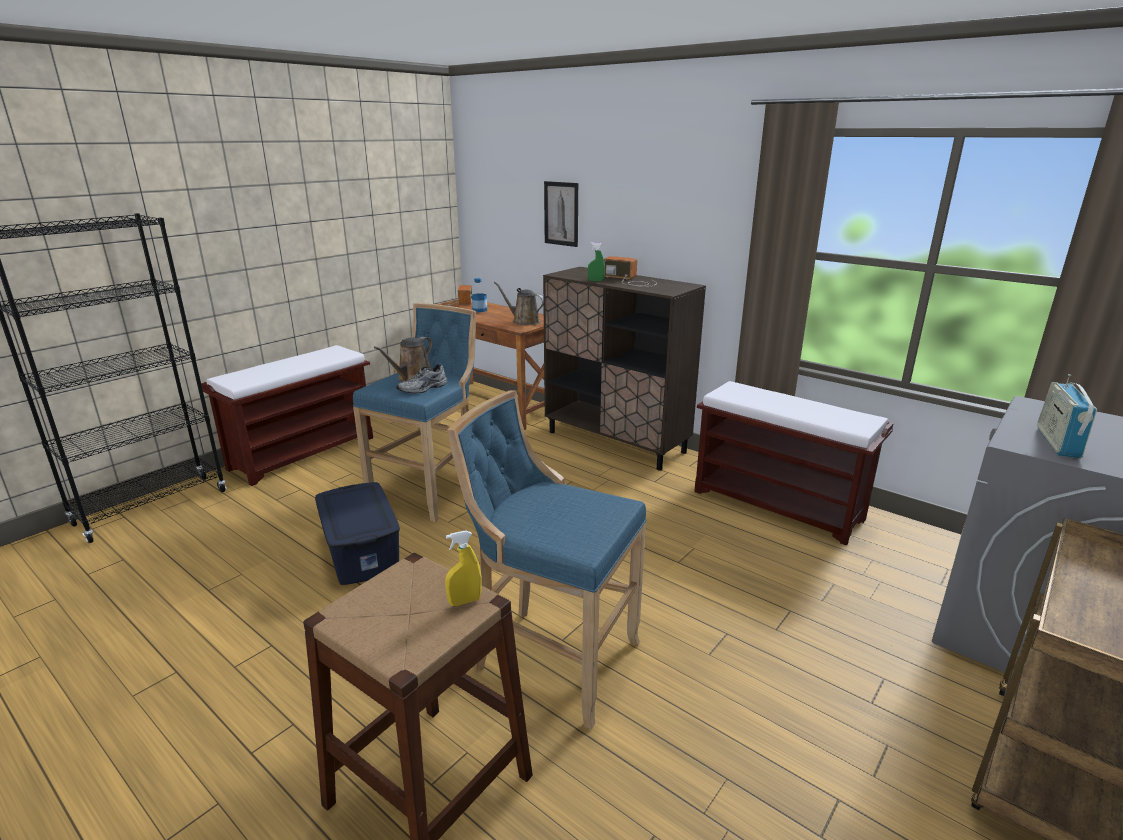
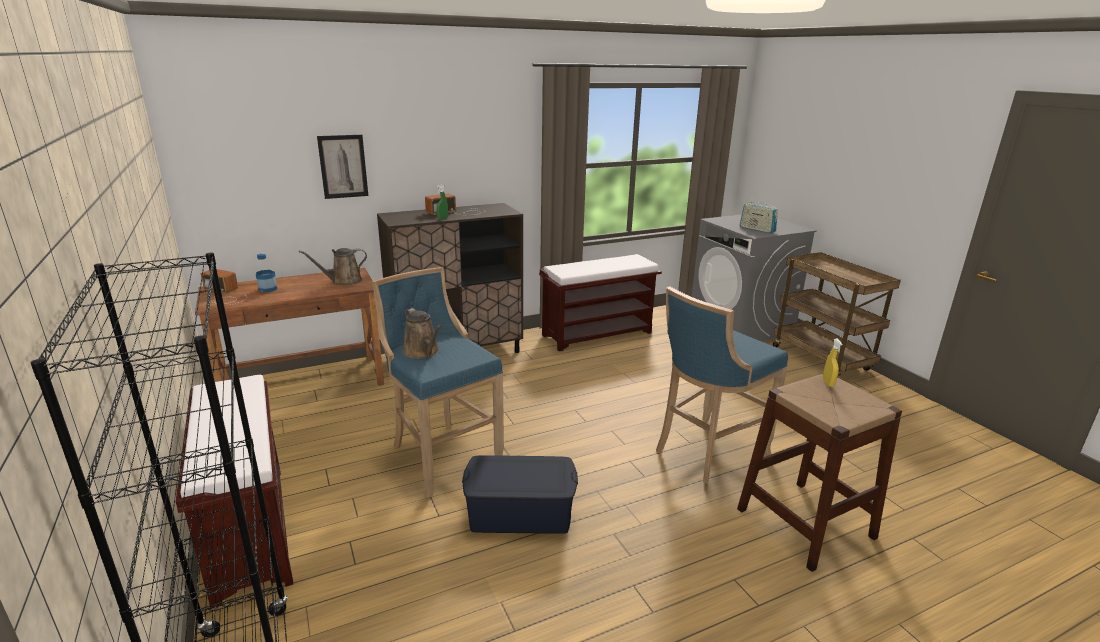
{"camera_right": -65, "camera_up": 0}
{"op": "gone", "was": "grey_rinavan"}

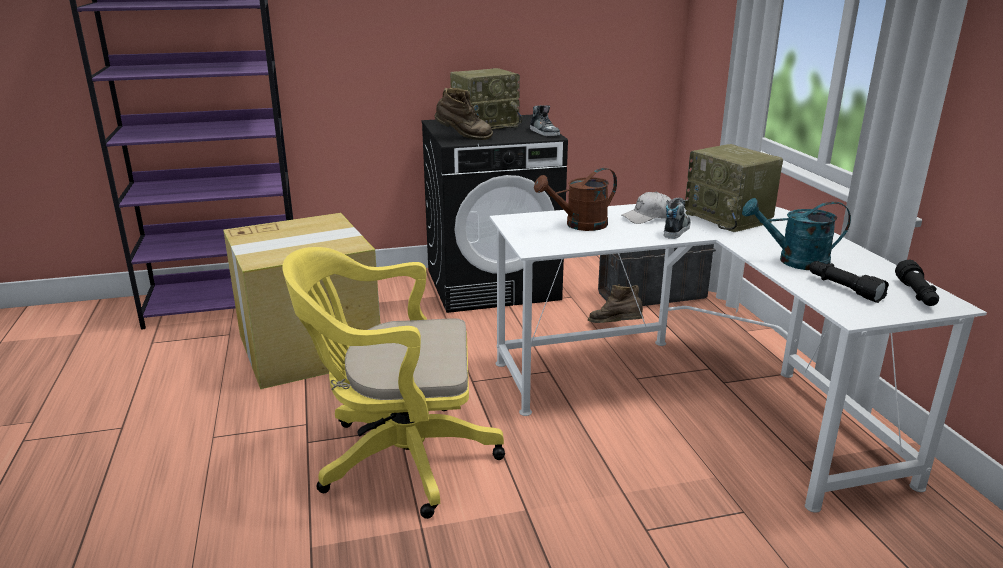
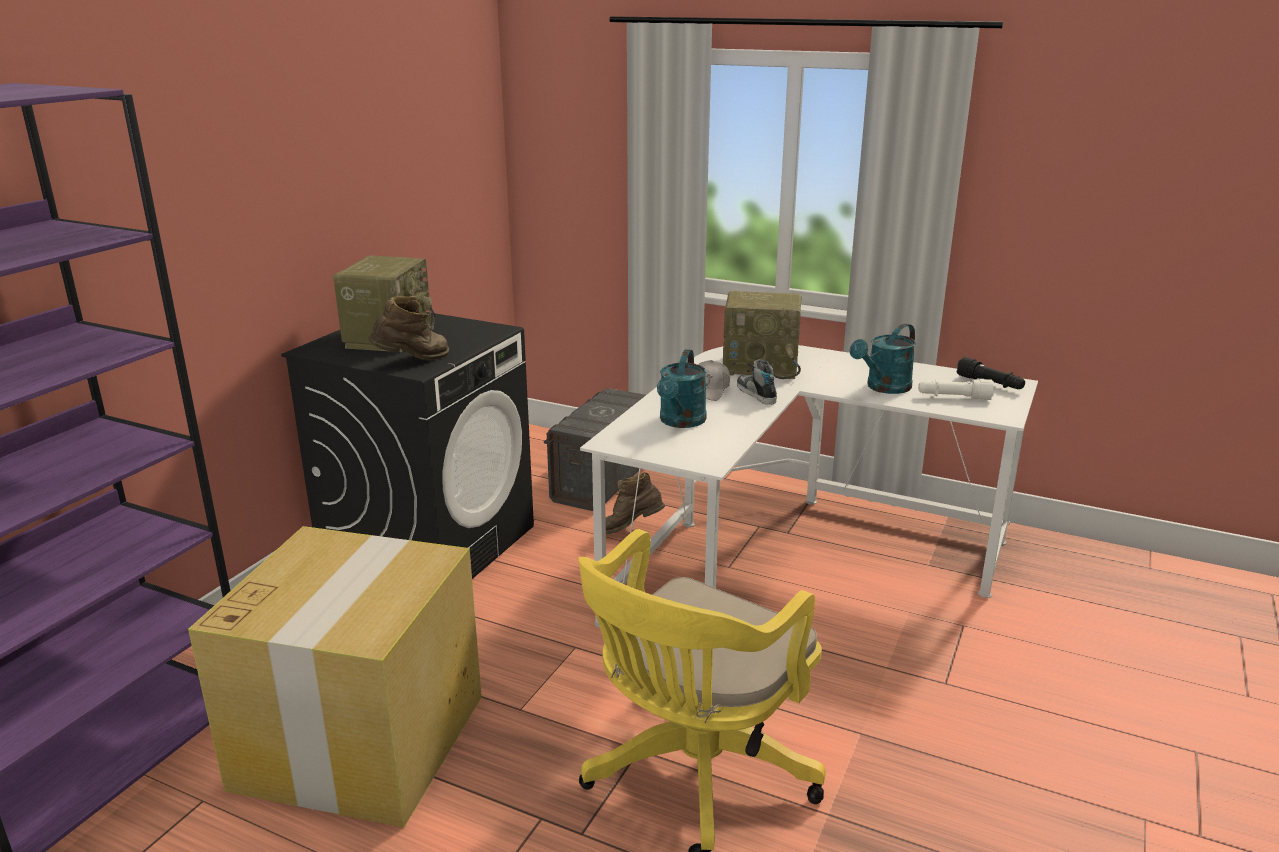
{"camera_right": -50, "camera_up": 0}
{"op": "gone", "was": "rinavan (no. 1 from left)"}
{"op": "repainted", "was": "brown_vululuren", "now": "turquoise_vululuren (no. 1 from left)"}
{"op": "repainted", "was": "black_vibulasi (no. 1 from left)", "now": "white_vibulasi"}

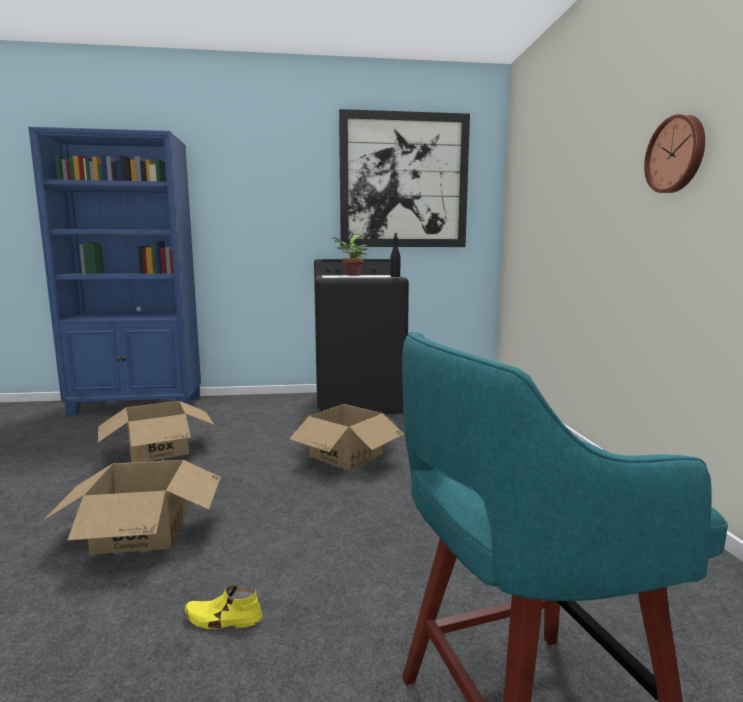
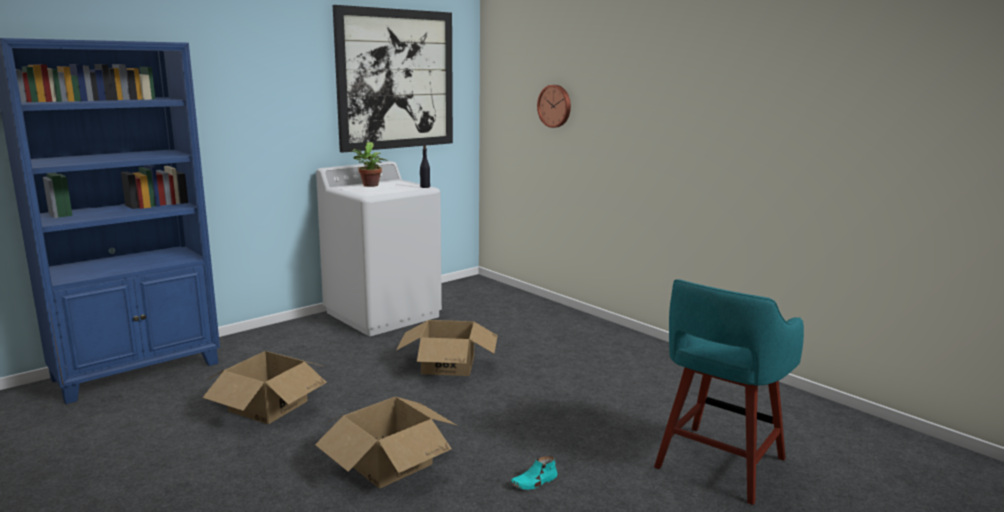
{"camera_right": -35, "camera_up": 5}
{"op": "shifted", "was": "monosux"}
{"op": "repainted", "was": "yellow_rinavan", "now": "turquoise_rinavan"}
{"op": "repainted", "was": "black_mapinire", "now": "white_mapinire"}

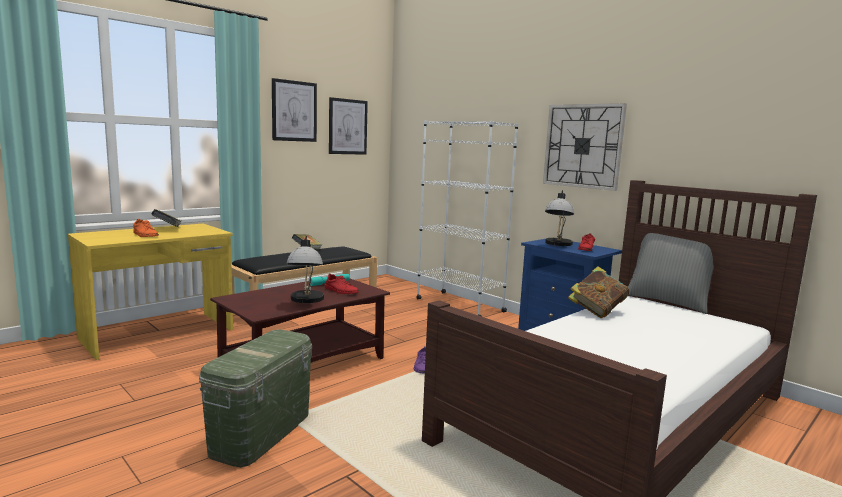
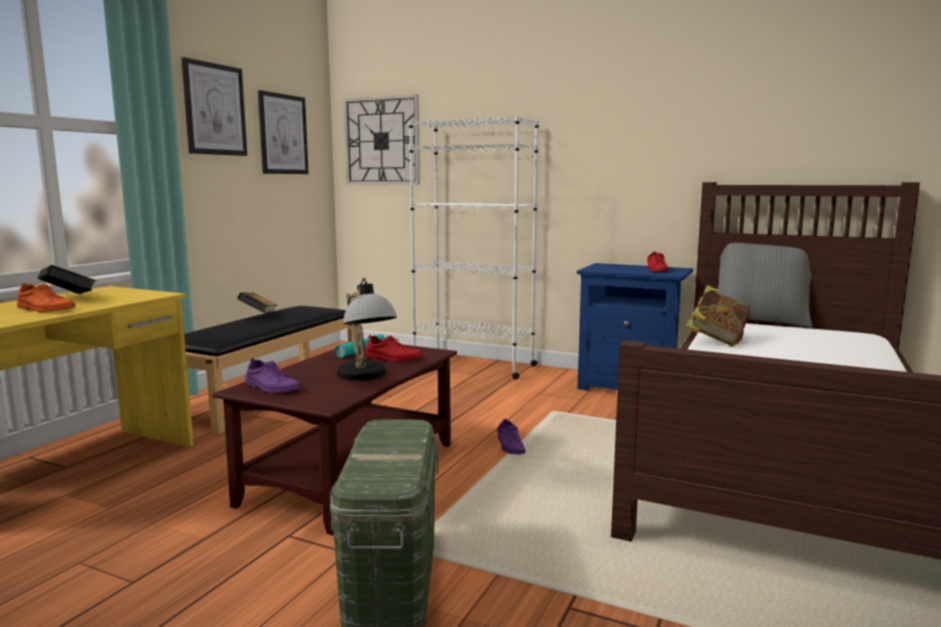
{"camera_right": -20, "camera_up": 0}
{"op": "gone", "was": "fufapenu (no. 2 from left)"}
{"op": "new", "now": "purple_rinavan (no. 1 from left)"}
{"op": "shifted", "was": "monosux"}

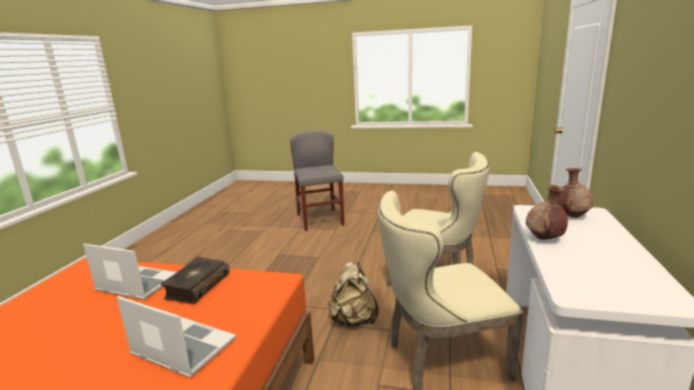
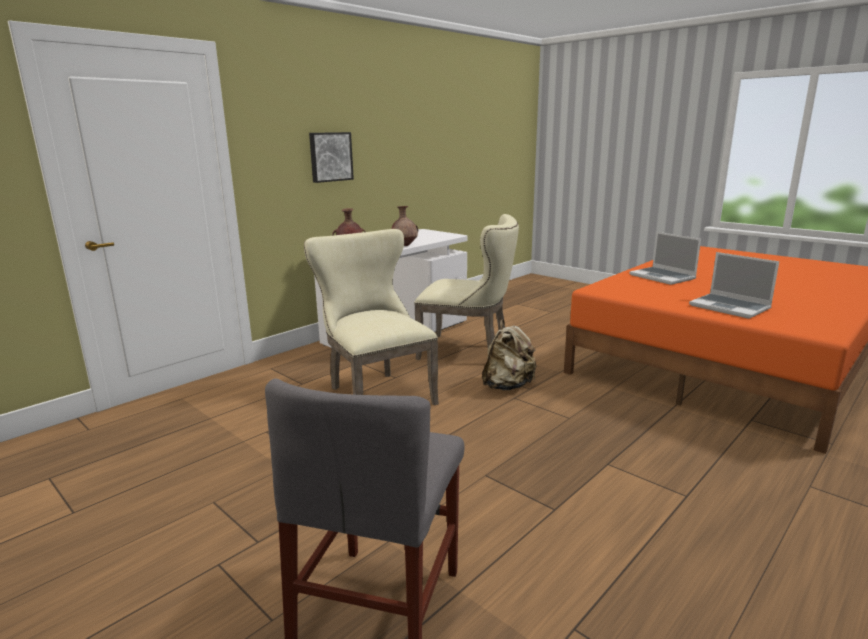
{"camera_right": -150, "camera_up": 0}
{"op": "gone", "was": "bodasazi"}
{"op": "new", "now": "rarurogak"}

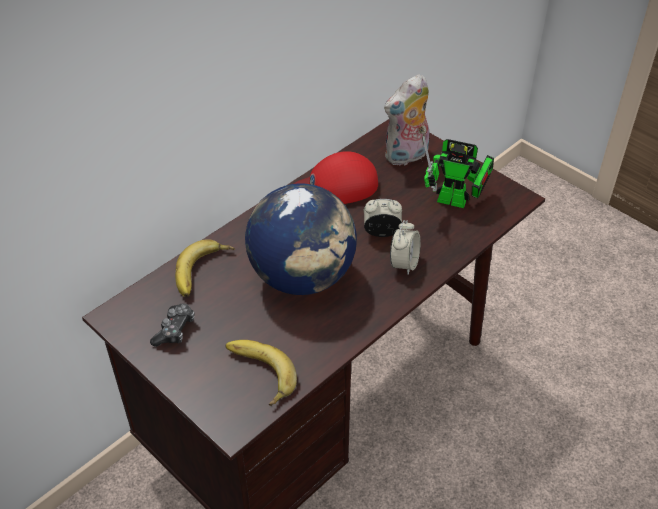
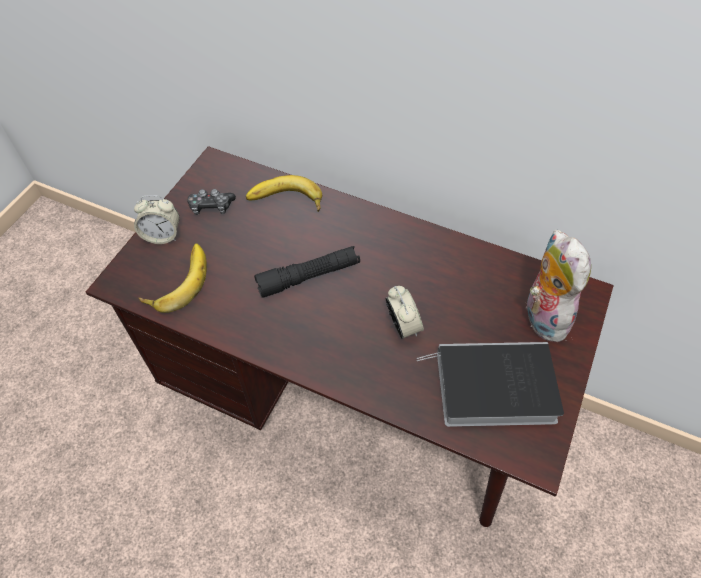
{"camera_right": 70, "camera_up": 10}
{"op": "gone", "was": "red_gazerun"}
{"op": "shifted", "was": "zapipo (no. 2 from left in the first image)", "now": "zapipo (no. 1 from left)"}
{"op": "swapped", "was": "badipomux", "now": "black_vibulasi"}
{"op": "swapped", "was": "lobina", "now": "bodasazi"}
{"op": "rotated", "was": "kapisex", "clockwise": 45}

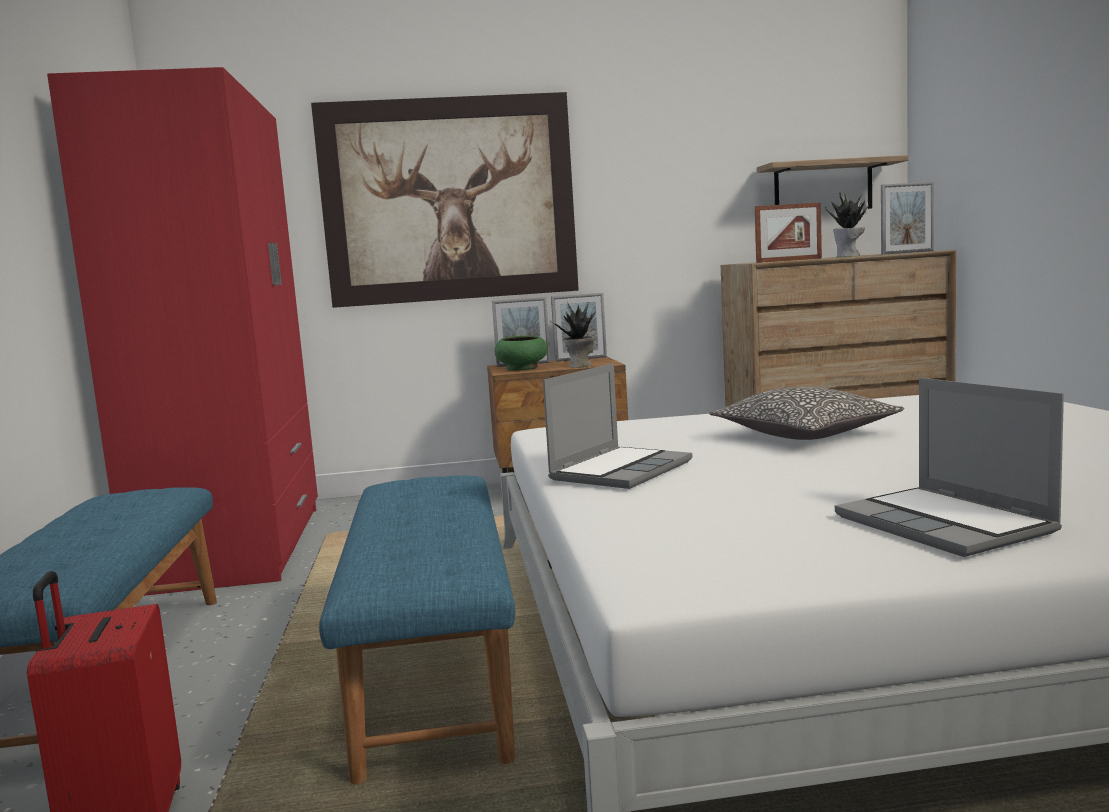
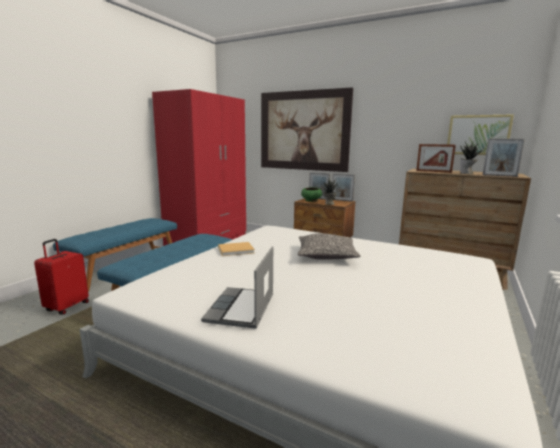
{"camera_right": 35, "camera_up": 5}
{"op": "swapped", "was": "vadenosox (no. 1 from left)", "now": "beige_bodasazi"}
{"op": "swapped", "was": "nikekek", "now": "rarurogak (no. 2 from left)"}

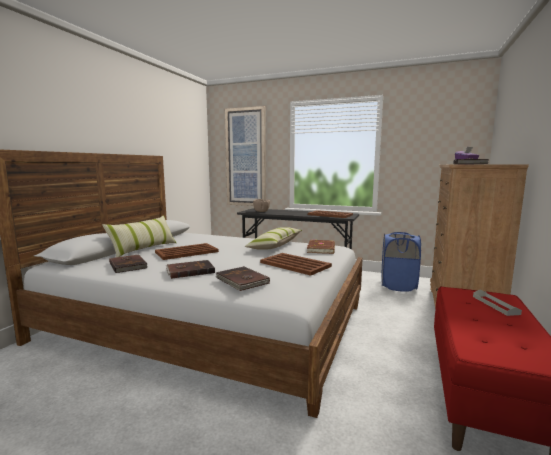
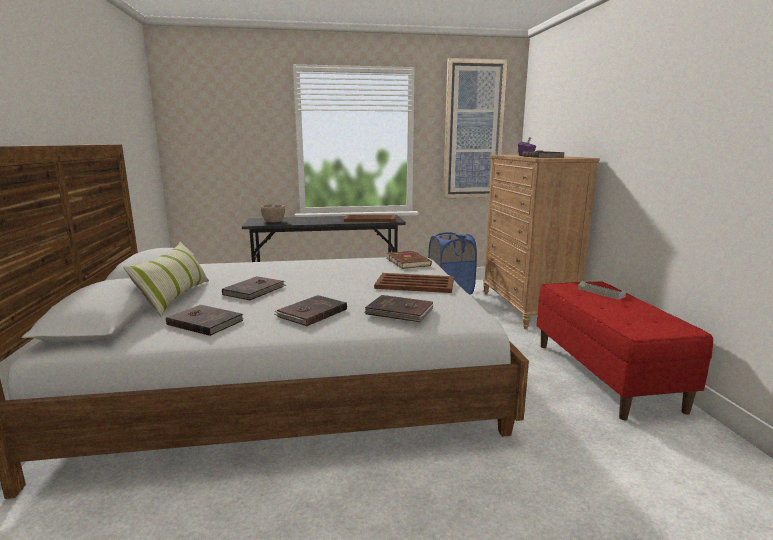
{"camera_right": -30, "camera_up": 5}
{"op": "gone", "was": "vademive (no. 2 from left)"}
{"op": "shifted", "was": "rarurogak"}
{"op": "swapped", "was": "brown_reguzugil (no. 1 from left)", "now": "brown_bodasazi (no. 2 from left)"}

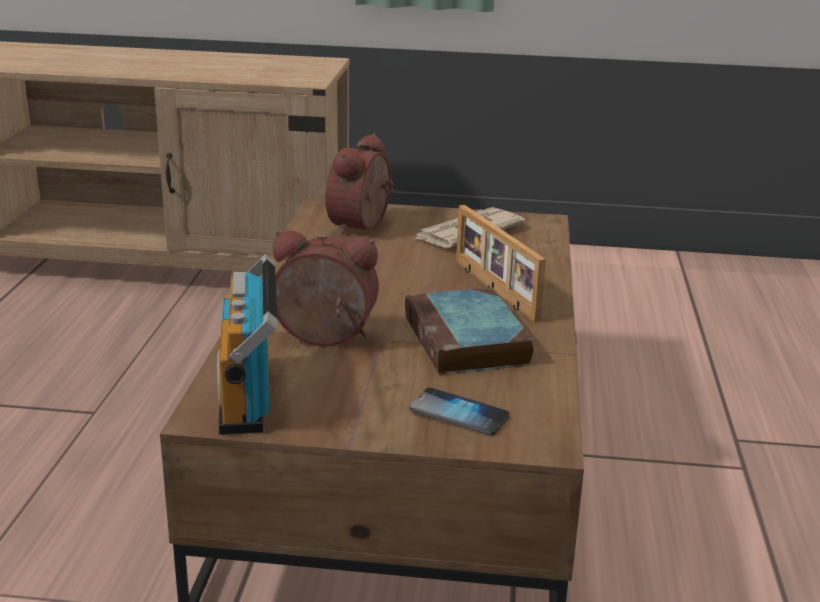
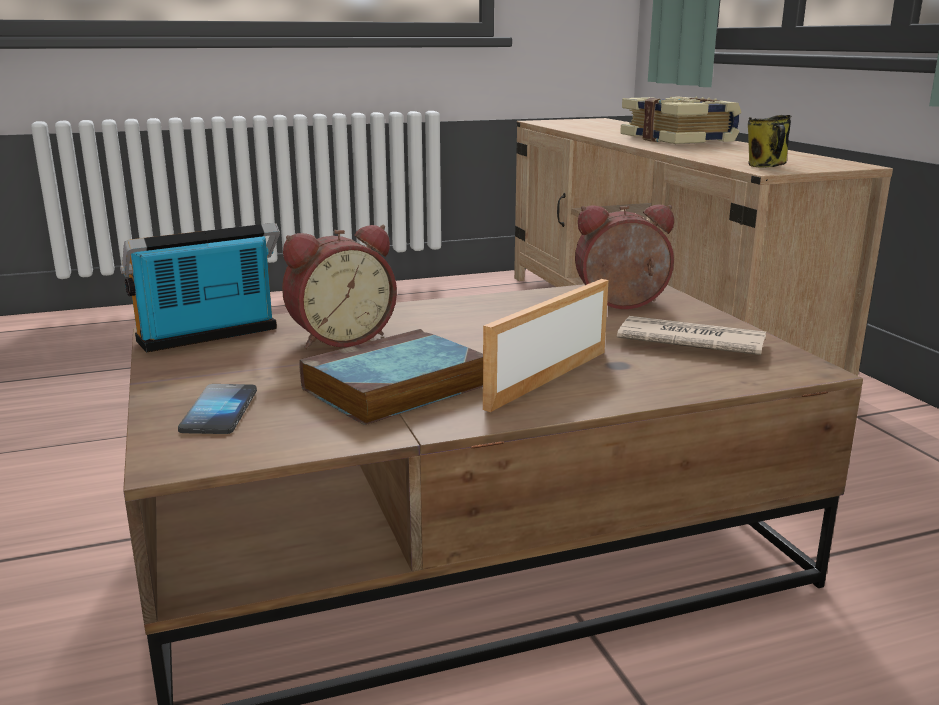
{"camera_right": 65, "camera_up": -5}
{"op": "new", "now": "bodasazi (no. 2 from left)"}
{"op": "new", "now": "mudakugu"}
{"op": "rotated", "was": "zapipo (no. 1 from left)", "clockwise": 75}

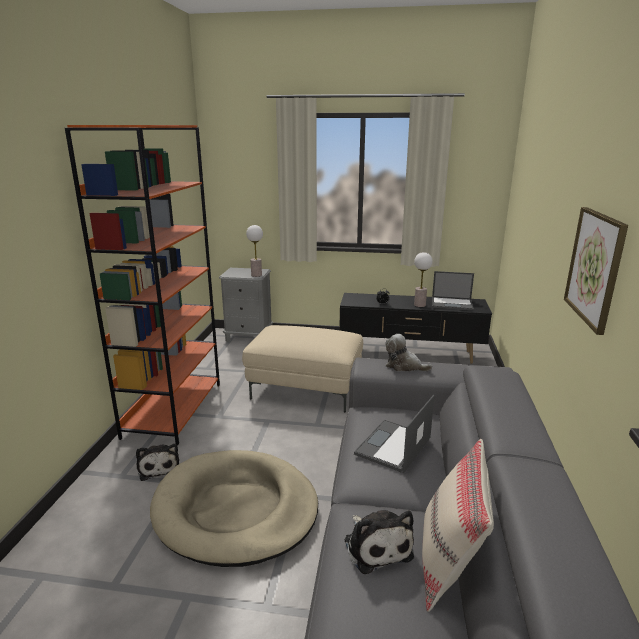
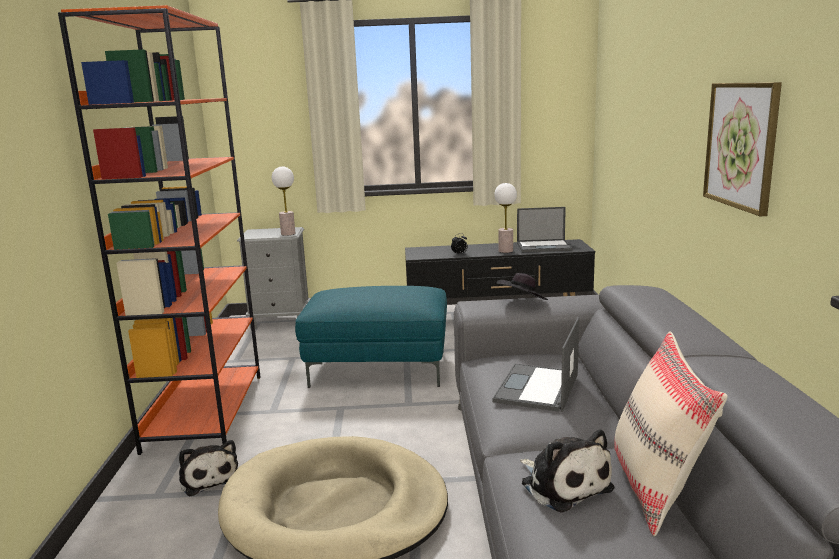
{"camera_right": -10, "camera_up": -5}
{"op": "swapped", "was": "kapisex (no. 3 from left)", "now": "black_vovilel"}
{"op": "repainted", "was": "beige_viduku", "now": "turquoise_viduku"}

